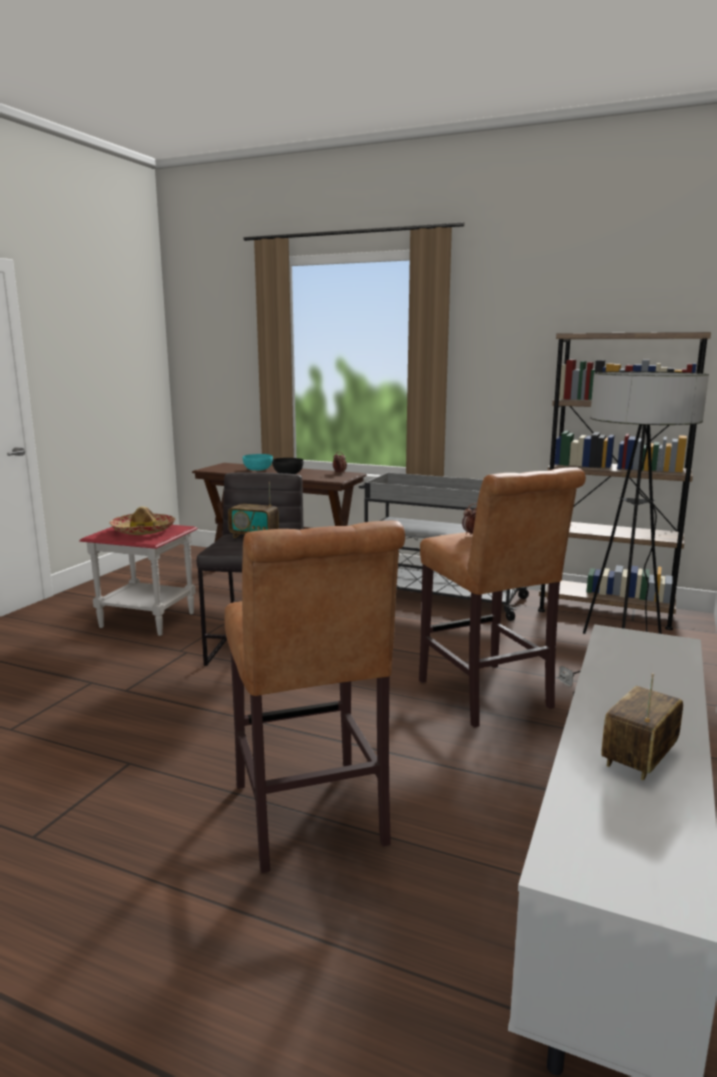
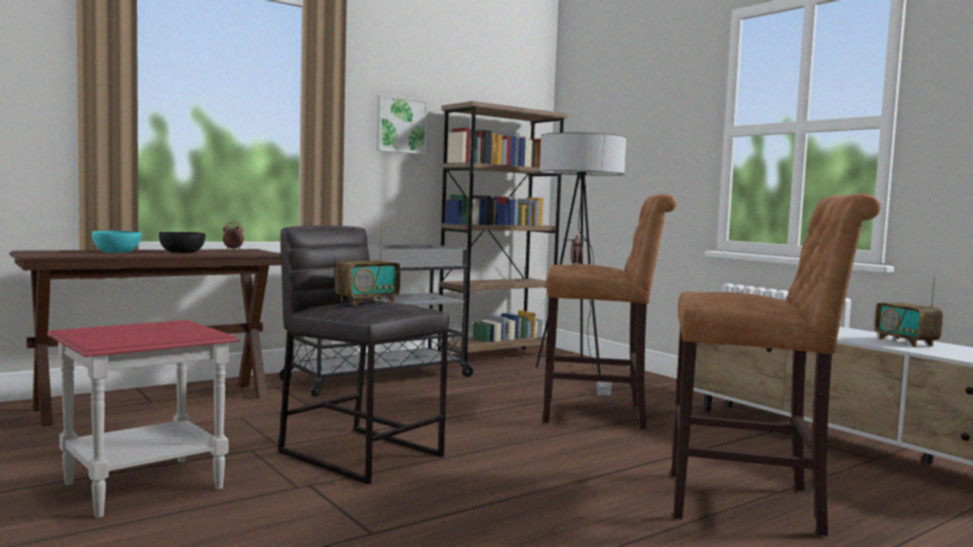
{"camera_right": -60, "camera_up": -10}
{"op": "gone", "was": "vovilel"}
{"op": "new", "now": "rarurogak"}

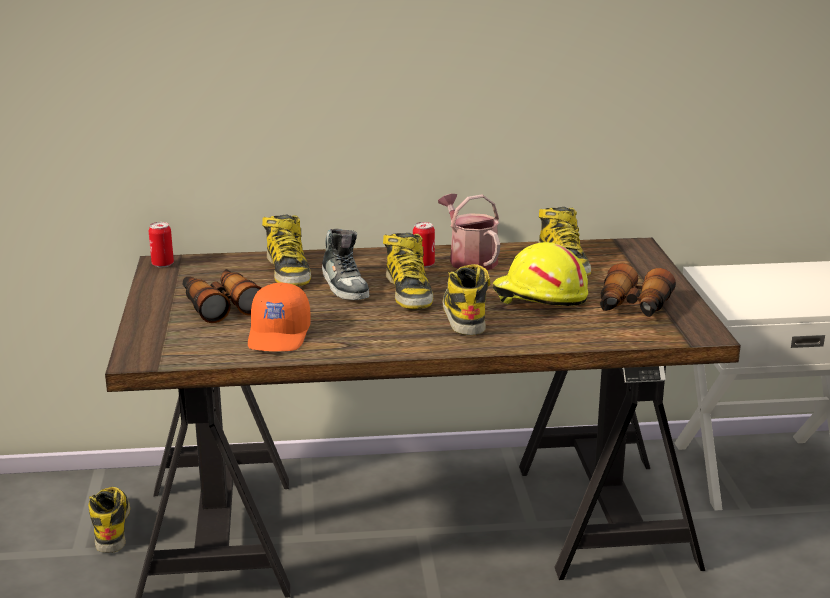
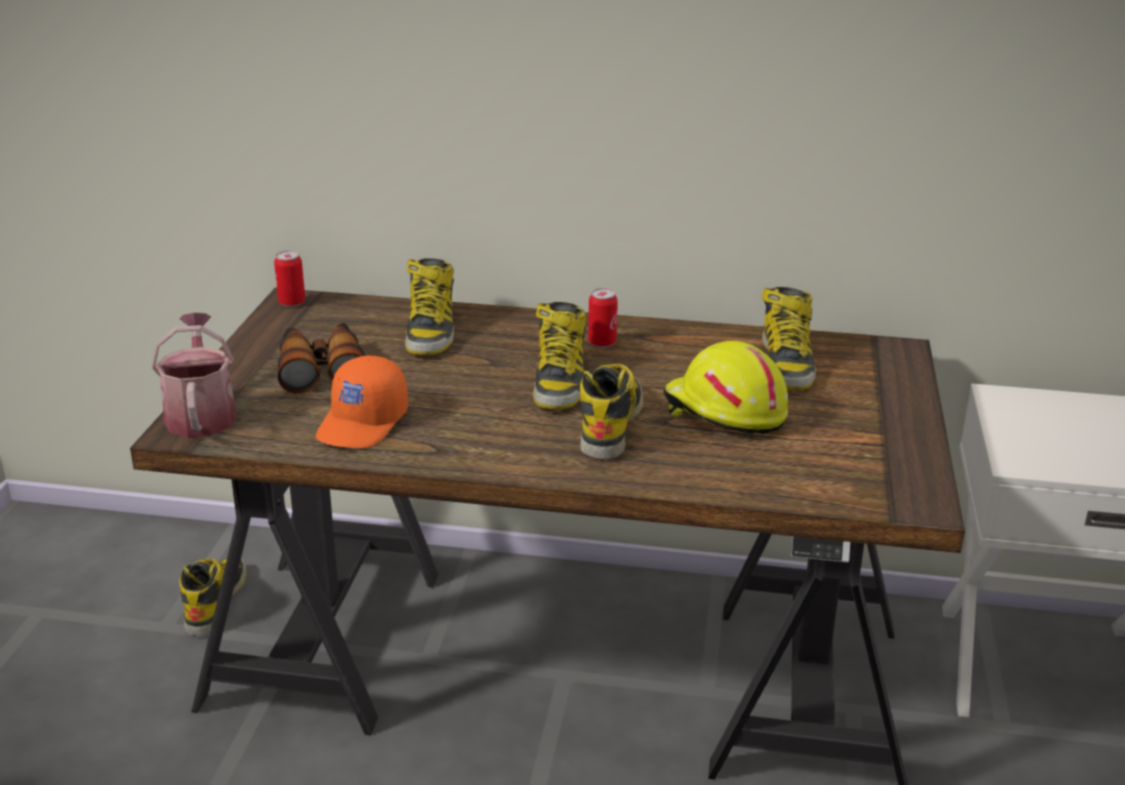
{"camera_right": 15, "camera_up": 5}
{"op": "gone", "was": "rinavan"}
{"op": "gone", "was": "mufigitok (no. 2 from left)"}
{"op": "shifted", "was": "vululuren"}

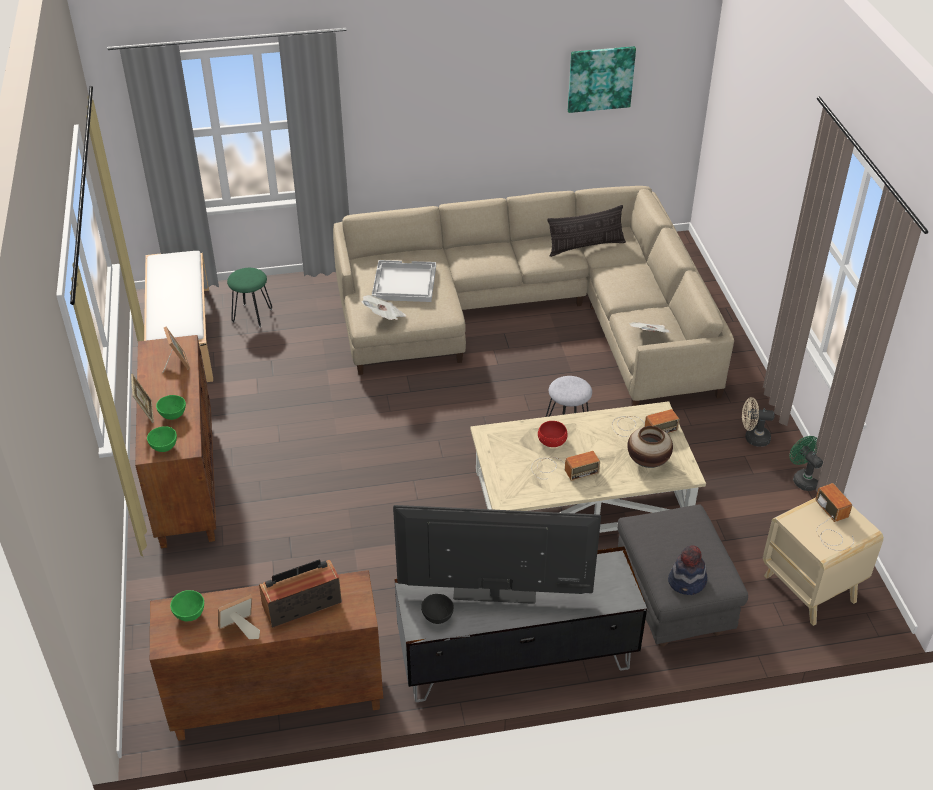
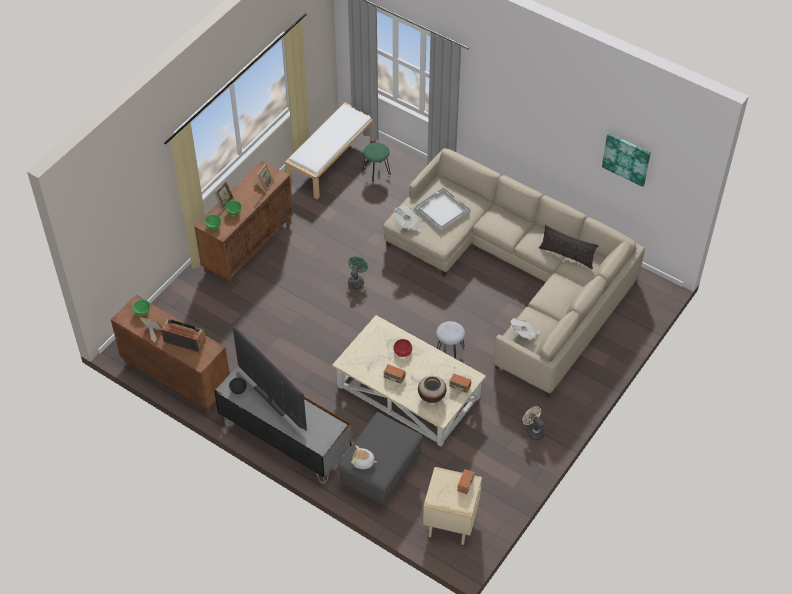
{"camera_right": 45, "camera_up": 10}
{"op": "shifted", "was": "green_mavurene"}
{"op": "swapped", "was": "vovilel", "now": "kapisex"}

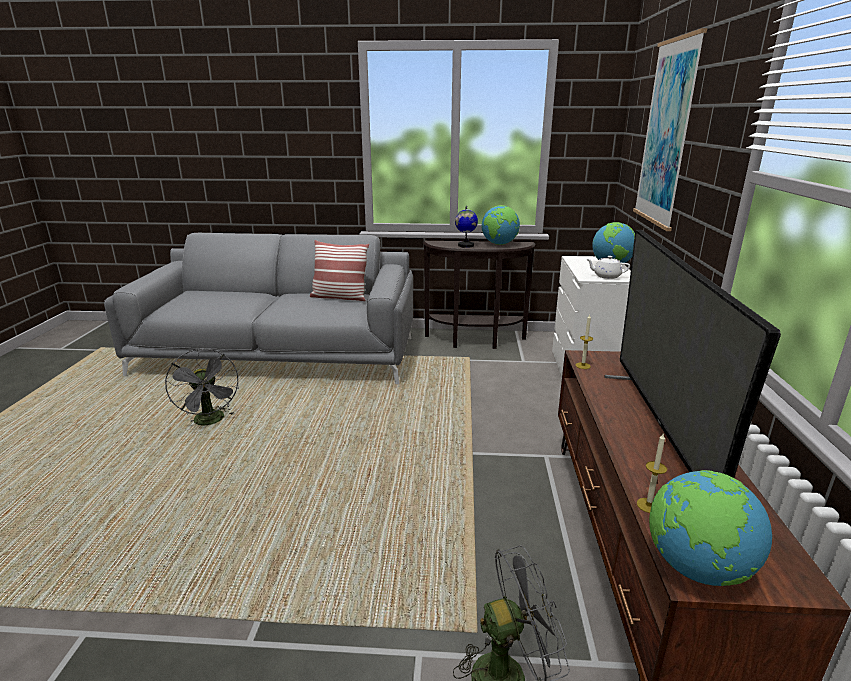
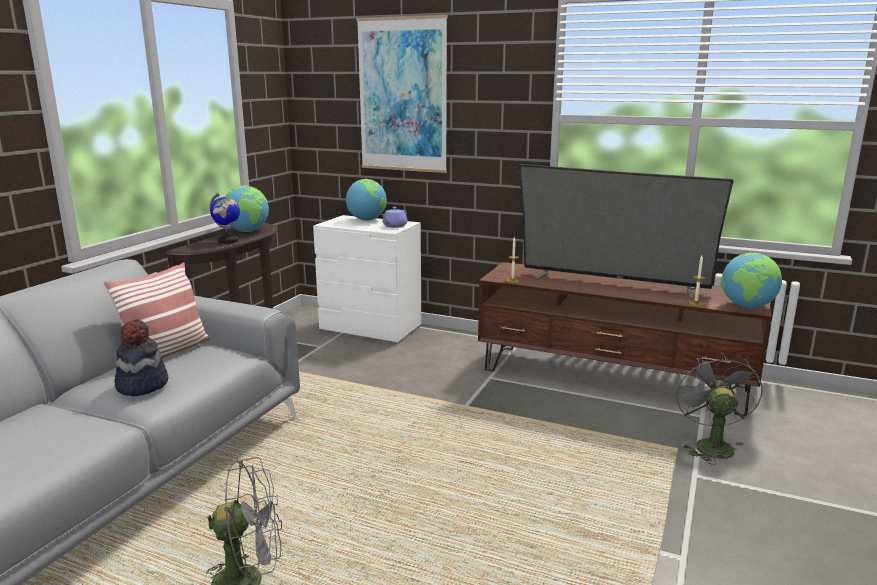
{"camera_right": -70, "camera_up": -5}
{"op": "new", "now": "vovilel"}
{"op": "repainted", "was": "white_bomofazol", "now": "purple_bomofazol"}

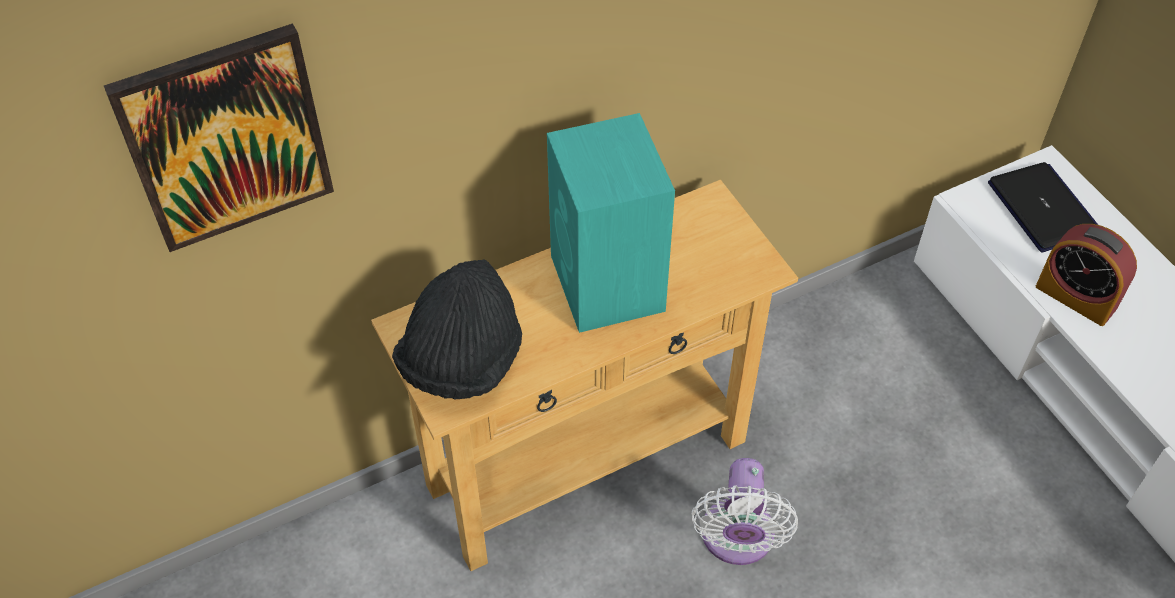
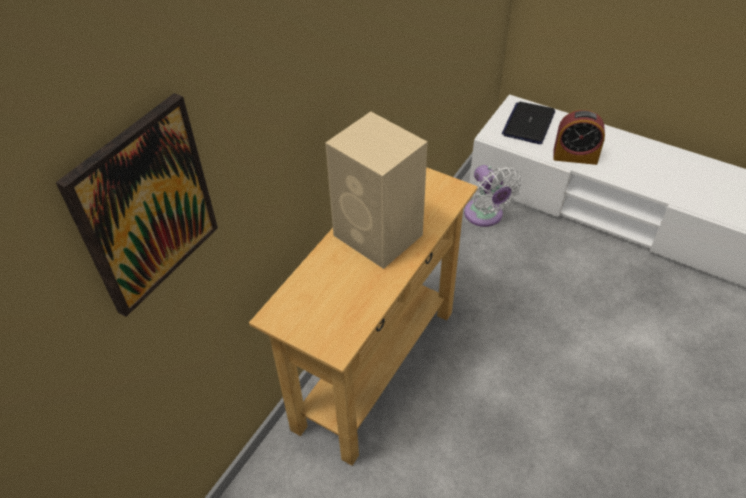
{"camera_right": -30, "camera_up": -5}
{"op": "gone", "was": "black_vovilel"}
{"op": "shifted", "was": "white_mavurene"}
{"op": "repainted", "was": "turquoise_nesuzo", "now": "beige_nesuzo"}
{"op": "rotated", "was": "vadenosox", "clockwise": -105}

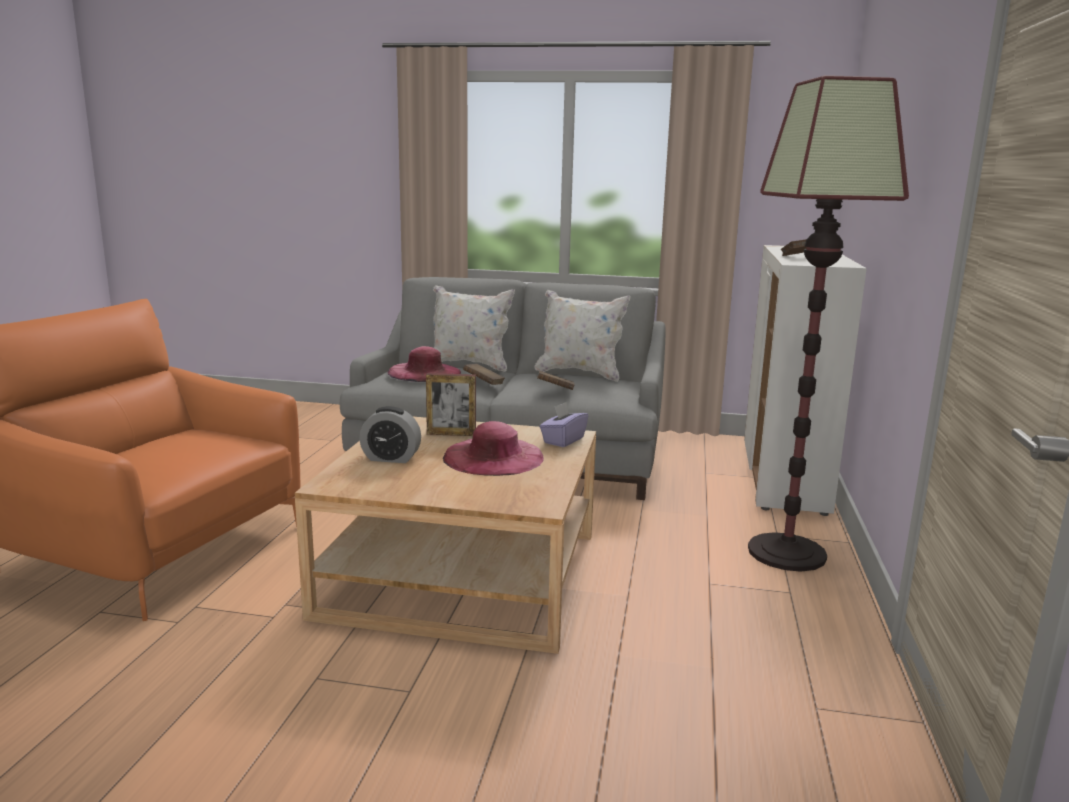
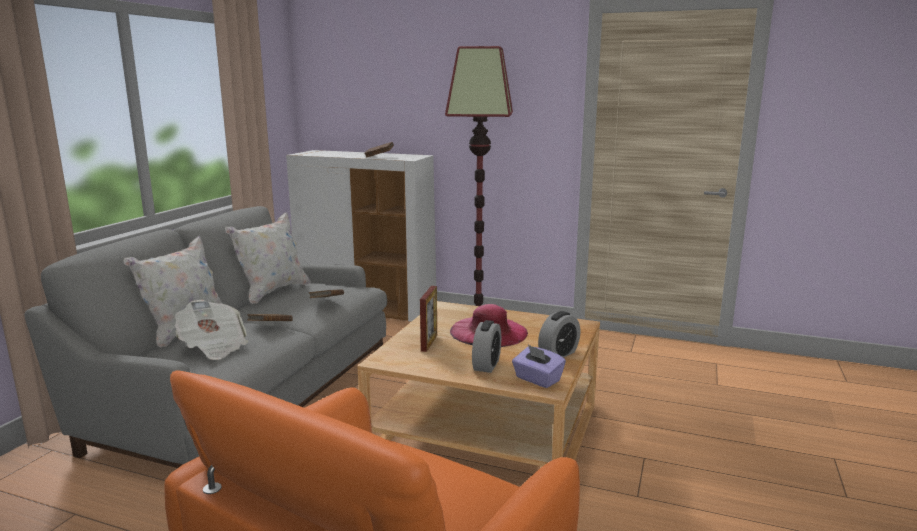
{"camera_right": -80, "camera_up": 0}
{"op": "new", "now": "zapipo (no. 2 from left)"}
{"op": "shifted", "was": "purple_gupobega"}
{"op": "swapped", "was": "pink_vovilel (no. 1 from left)", "now": "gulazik"}

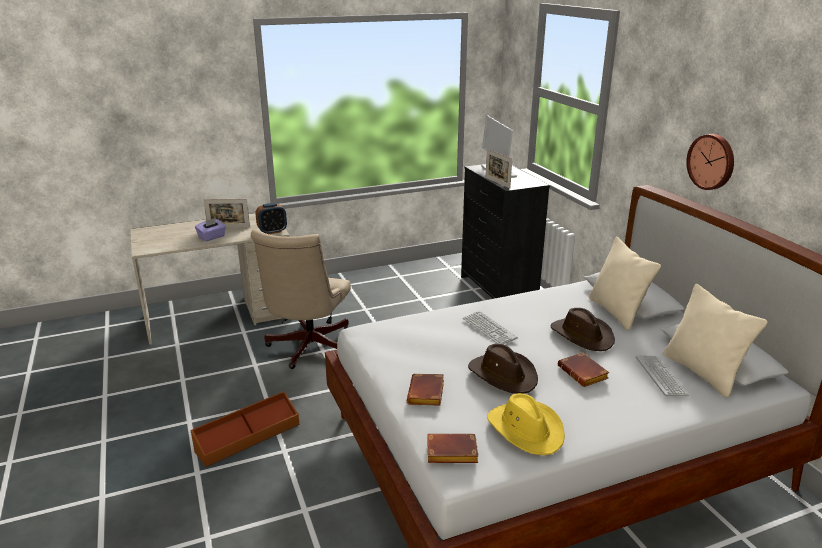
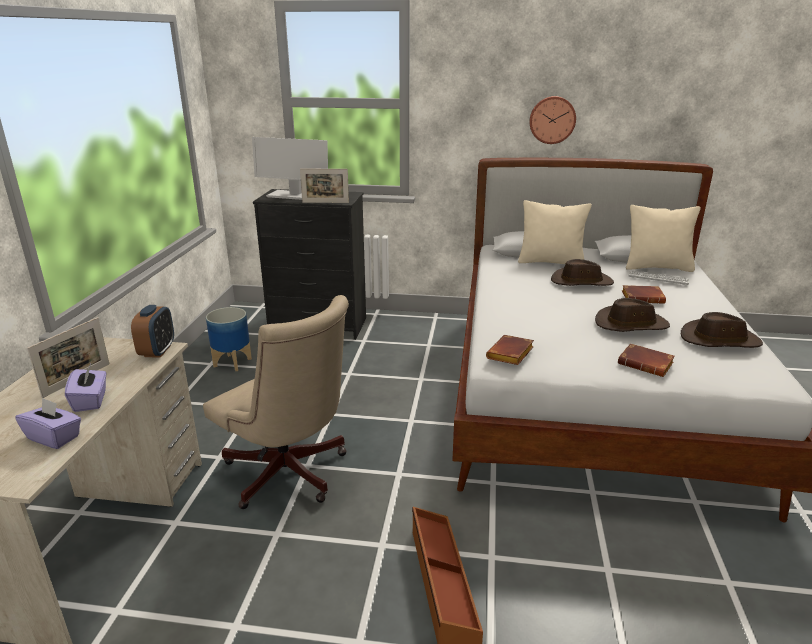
{"camera_right": -60, "camera_up": 0}
{"op": "gone", "was": "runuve (no. 1 from left)"}
{"op": "new", "now": "purple_gupobega (no. 1 from left)"}
{"op": "new", "now": "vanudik"}
{"op": "shifted", "was": "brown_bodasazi (no. 2 from left in the first image)", "now": "brown_bodasazi (no. 1 from left)"}
{"op": "repainted", "was": "yellow_vovilel", "now": "brown_vovilel (no. 3 from left)"}

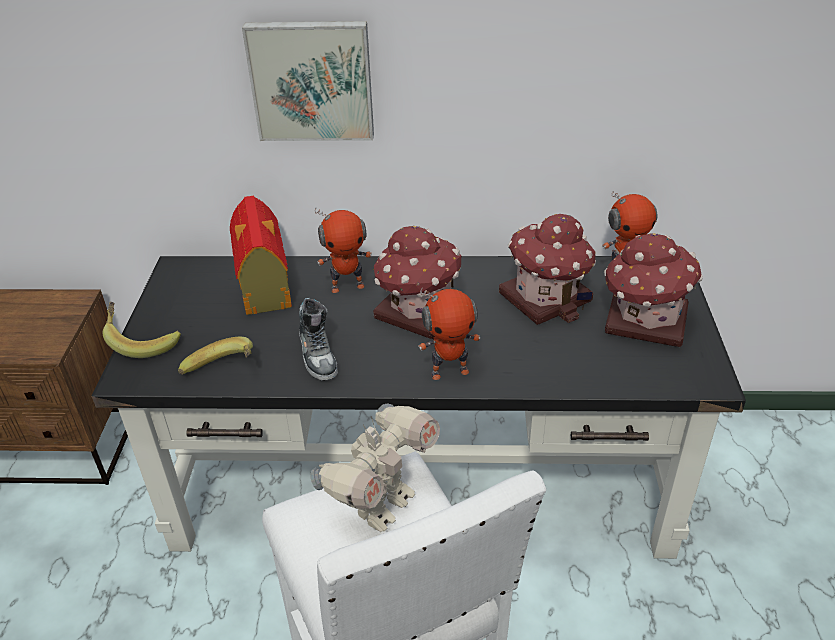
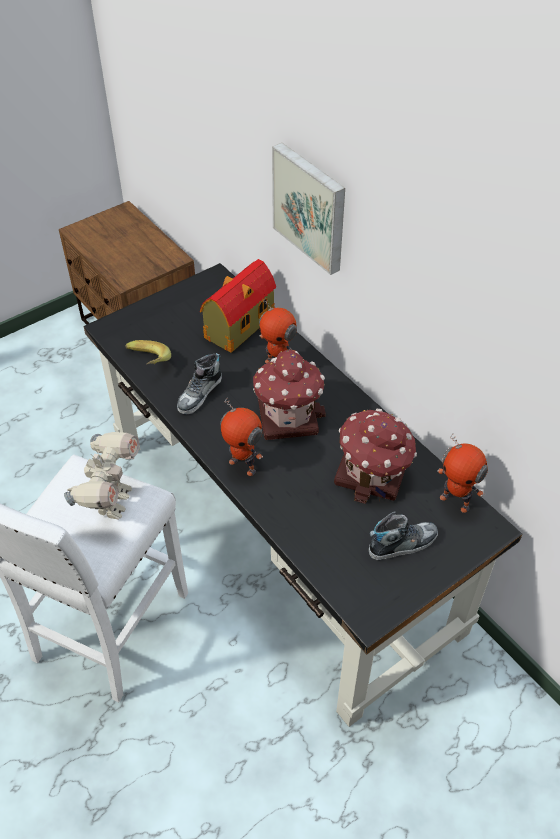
{"camera_right": 50, "camera_up": 10}
{"op": "gone", "was": "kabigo (no. 1 from left)"}
{"op": "swapped", "was": "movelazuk (no. 4 from left)", "now": "rinavan (no. 2 from left)"}
{"op": "rotated", "was": "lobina (no. 2 from left in the first image)", "clockwise": -75}

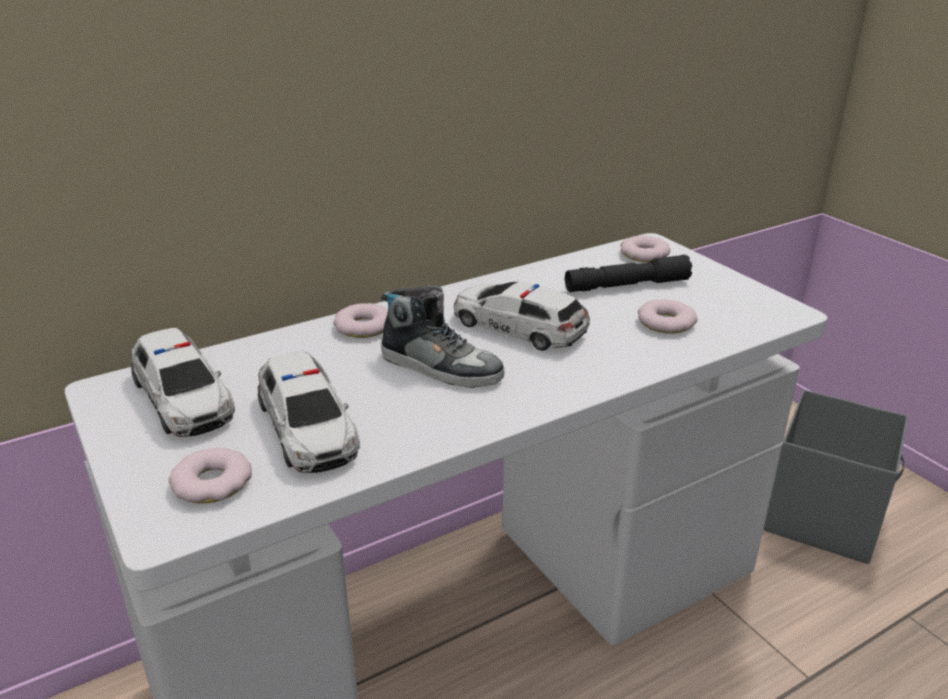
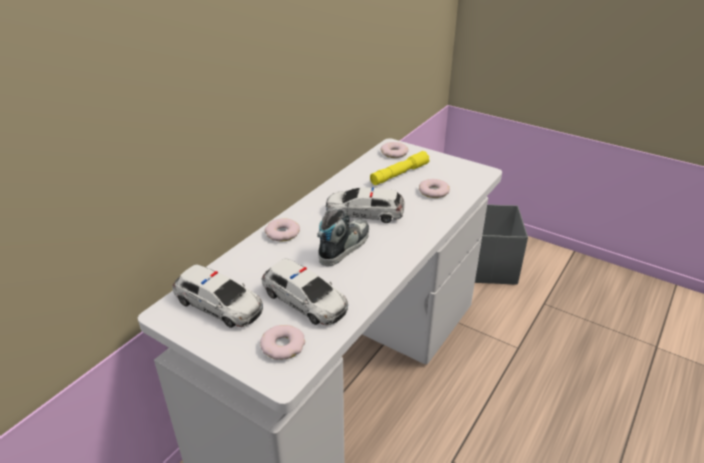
{"camera_right": -25, "camera_up": 5}
{"op": "repainted", "was": "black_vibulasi", "now": "yellow_vibulasi"}
{"op": "rotated", "was": "rinavan", "clockwise": -60}

